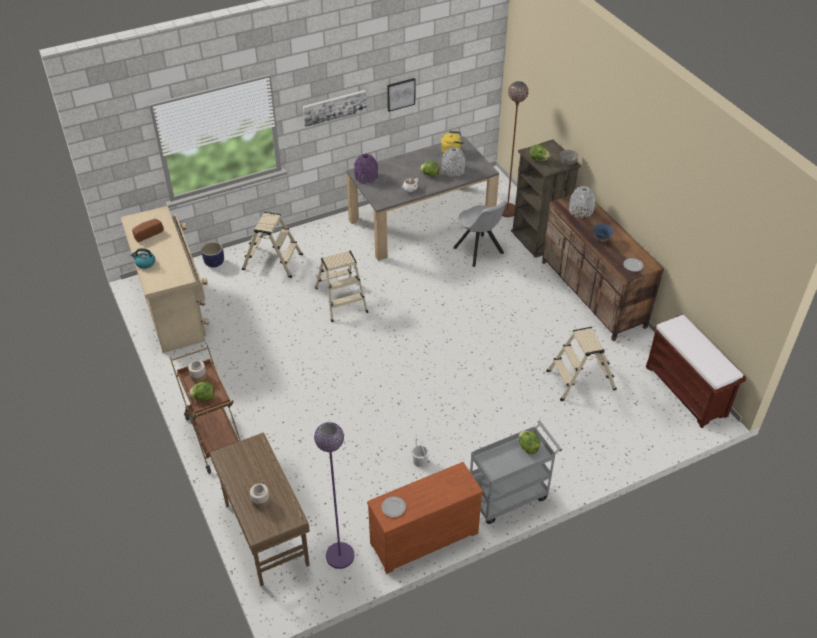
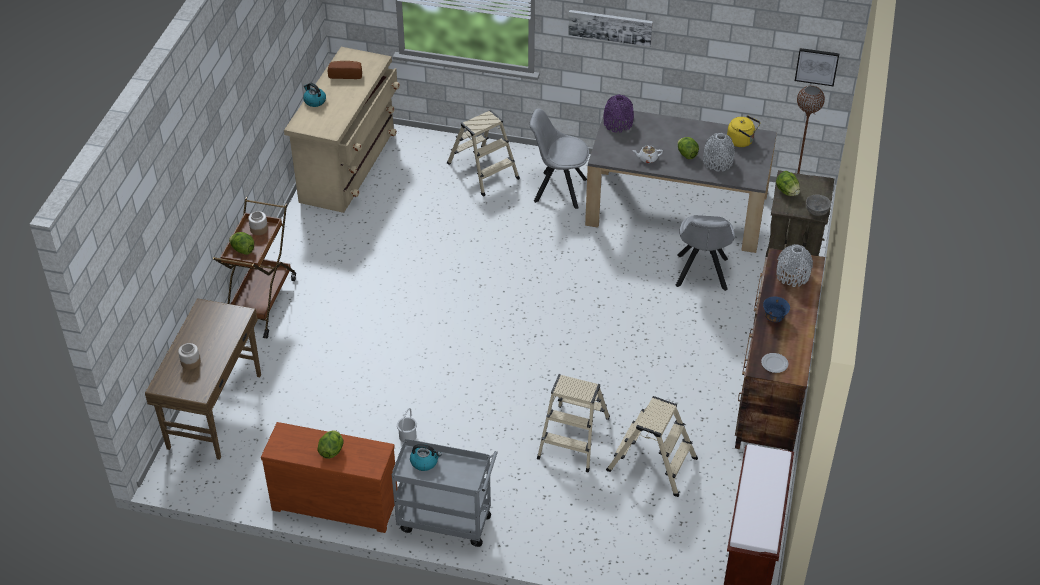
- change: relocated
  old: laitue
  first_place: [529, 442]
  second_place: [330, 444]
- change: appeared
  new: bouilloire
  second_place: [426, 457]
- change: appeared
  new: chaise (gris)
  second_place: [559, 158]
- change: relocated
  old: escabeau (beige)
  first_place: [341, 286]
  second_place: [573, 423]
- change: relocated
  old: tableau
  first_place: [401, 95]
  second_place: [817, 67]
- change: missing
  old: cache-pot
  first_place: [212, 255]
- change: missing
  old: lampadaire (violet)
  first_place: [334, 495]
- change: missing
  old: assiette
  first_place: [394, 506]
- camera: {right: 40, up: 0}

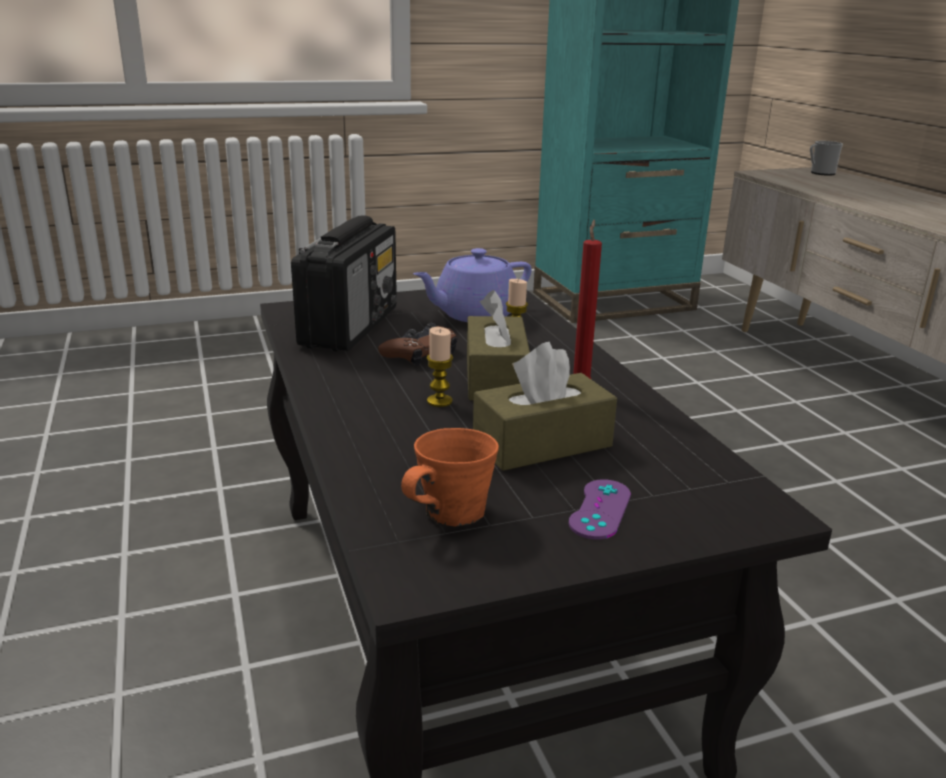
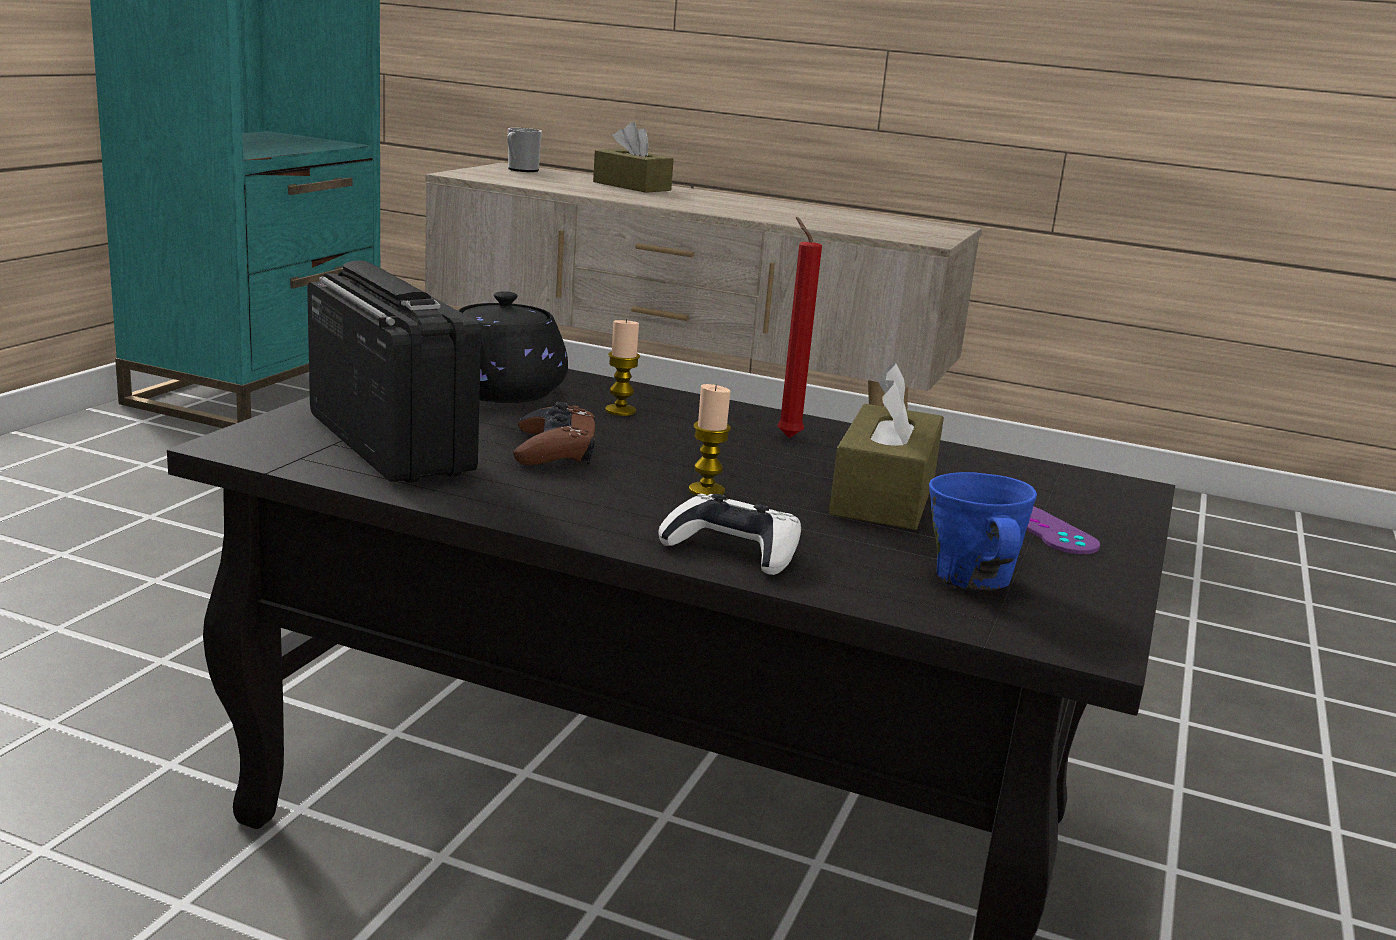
- change: colour
  old: théière (violet)
  new: théière (noir)
  first_place: [472, 285]
  second_place: [513, 347]
- change: relocated
  old: boîte à mouchoirs (marron)
  first_place: [498, 345]
  second_place: [633, 157]
- change: appeared
  new: manette (blanc)
  second_place: [729, 534]
- change: colour
  old: mug (orange)
  new: mug (bleu)
  first_place: [450, 477]
  second_place: [983, 531]
- camera: {right: -50, up: -5}

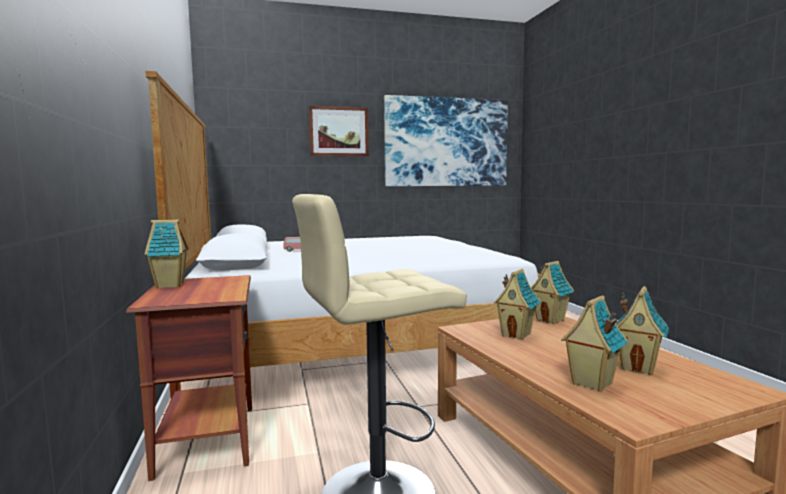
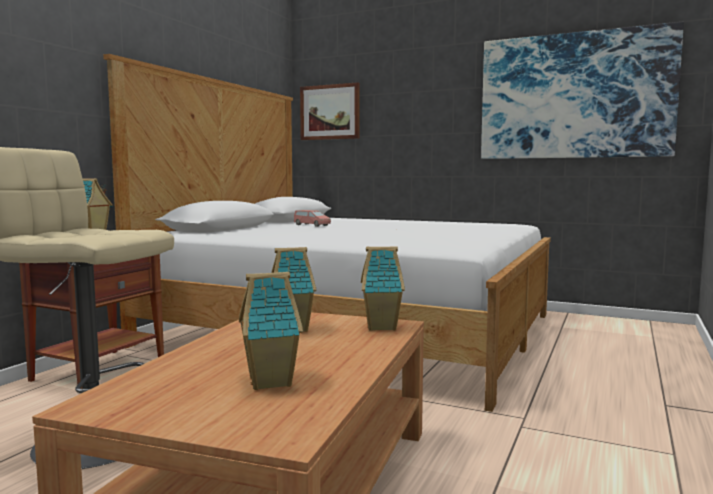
- change: relocated
  old: tableau
  first_place: [339, 131]
  second_place: [330, 111]
- change: missing
  old: maison miniature
  first_place: [594, 343]
- camera: {right: 40, up: 0}

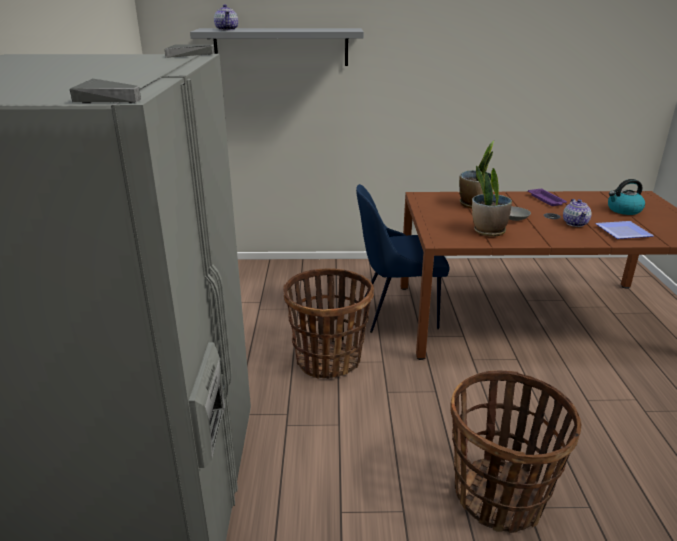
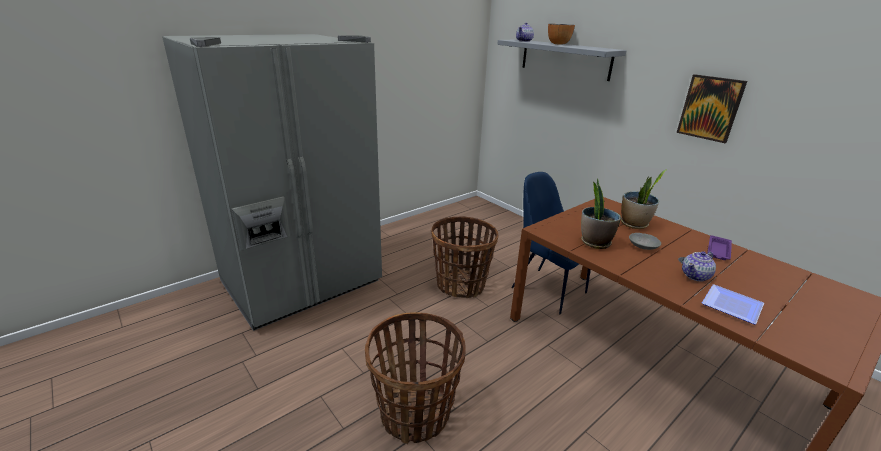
- change: appeared
  new: bol
  second_place: [561, 34]
- change: appeared
  new: tableau
  second_place: [712, 108]
- change: missing
  old: bouilloire
  first_place: [626, 197]
- camera: {right: 50, up: 0}

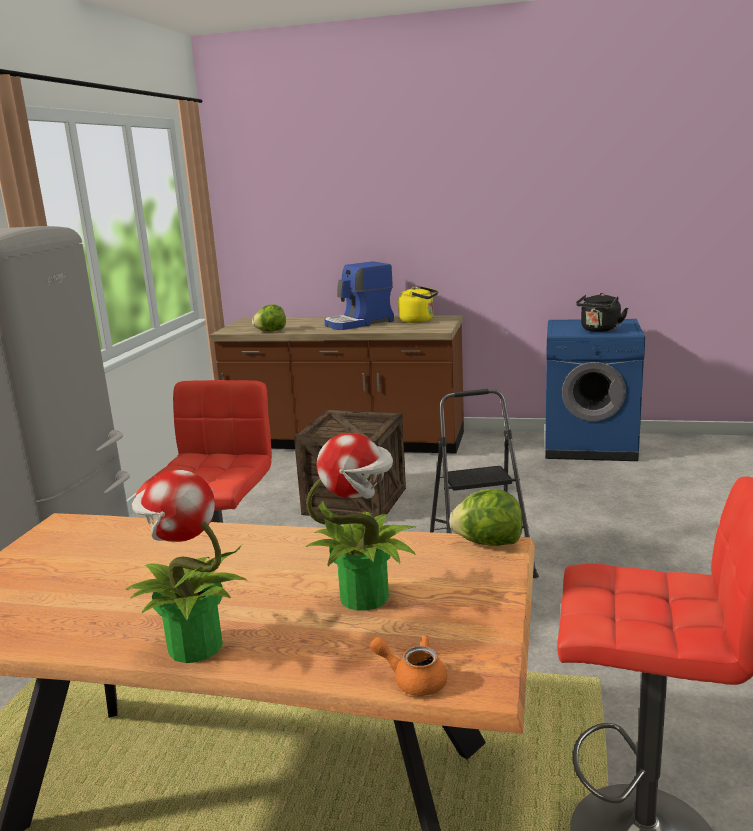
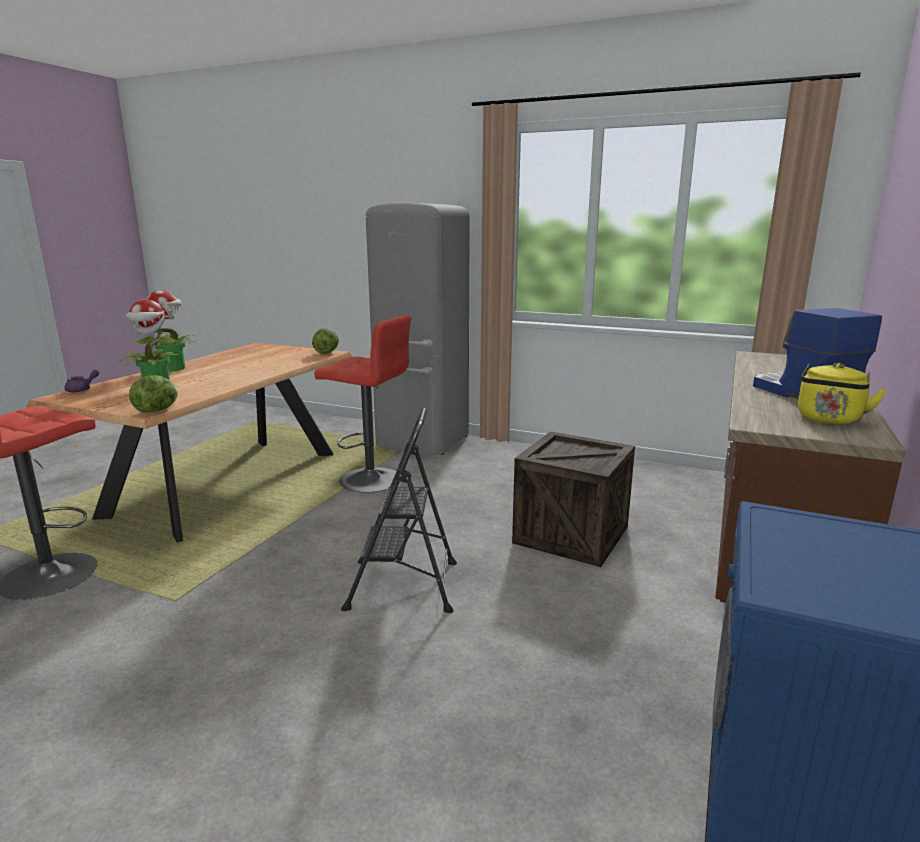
- change: colour
  old: théière (orange)
  new: théière (violet)
  first_place: [408, 665]
  second_place: [82, 381]
- change: relocated
  old: laitue
  first_place: [269, 317]
  second_place: [325, 341]
- change: missing
  old: bouilloire (noir)
  first_place: [602, 312]
- camera: {right: 100, up: 0}

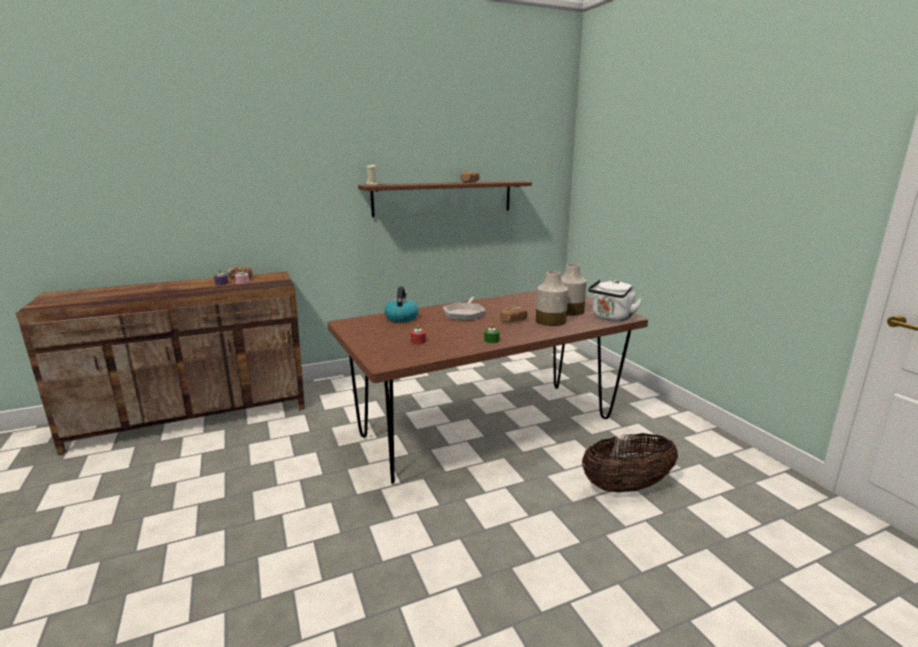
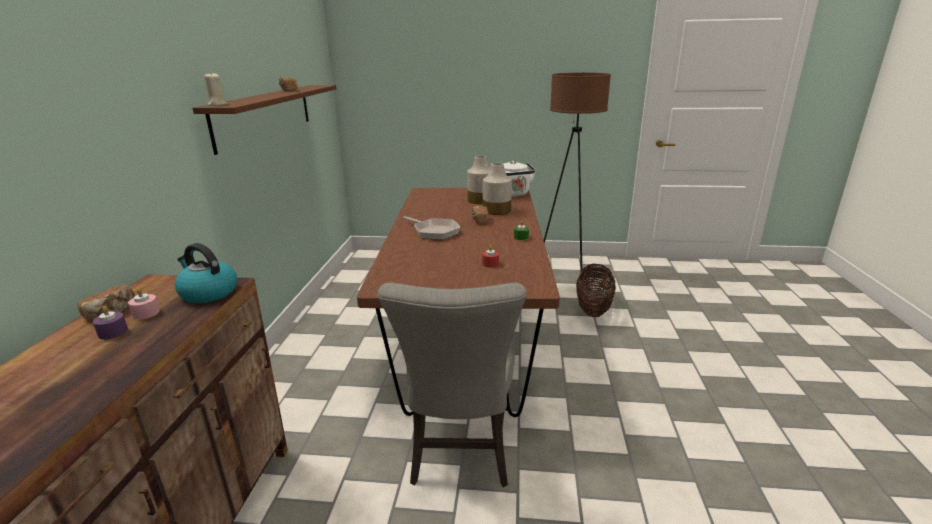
- change: relocated
  old: bouilloire
  first_place: [402, 304]
  second_place: [206, 273]
- change: appeared
  new: chaise (gris)
  second_place: [452, 384]
- change: appeared
  new: lampadaire (marron)
  second_place: [577, 173]
- camera: {right: -60, up: 5}

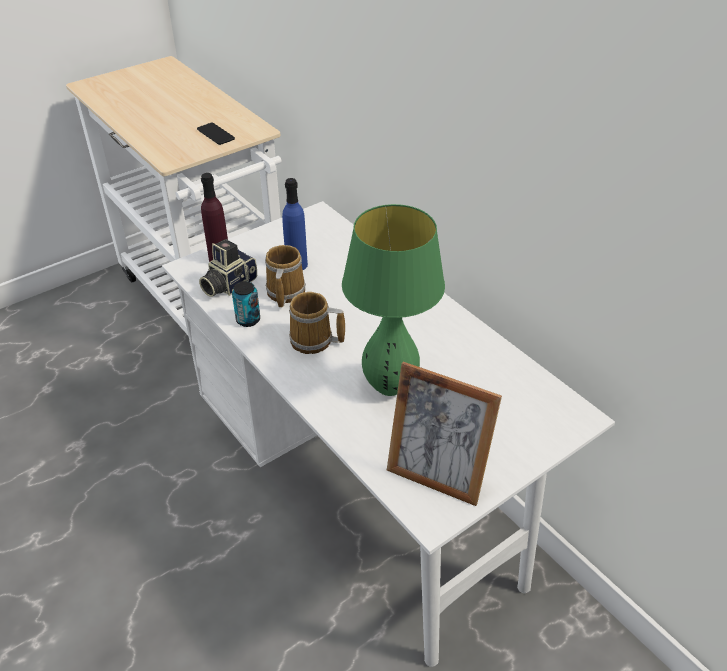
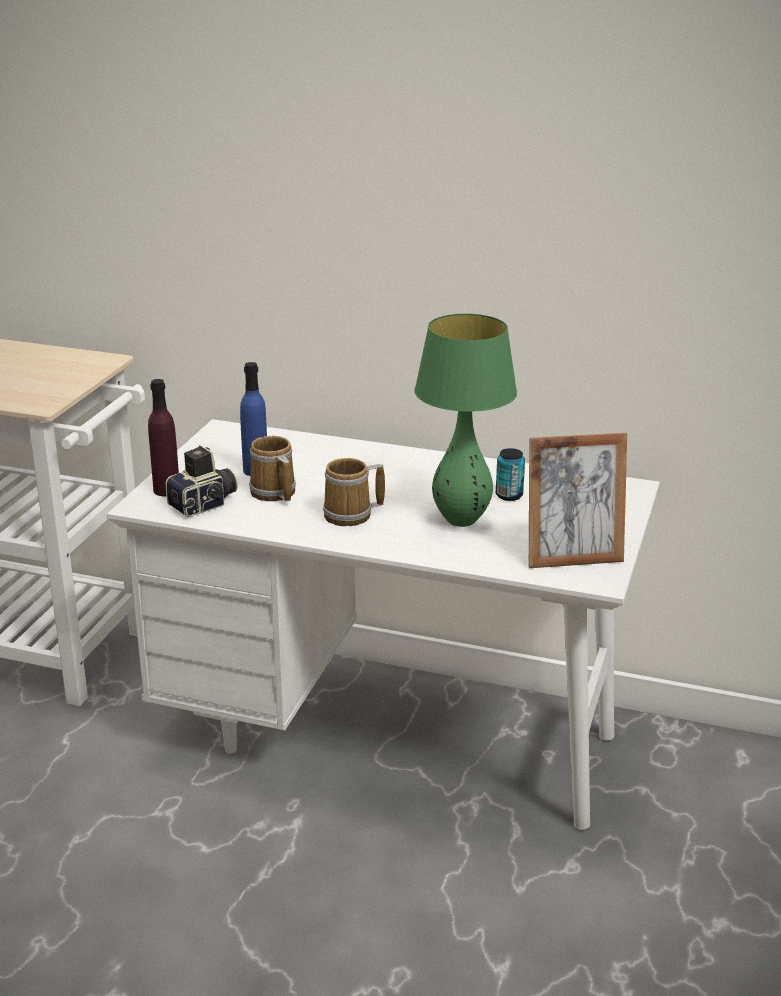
- change: spun
  old: appareil photo
  first_place: [228, 268]
  second_place: [202, 481]
  degrees: -135
- change: relocated
  old: boîte métallique
  first_place: [246, 304]
  second_place: [510, 474]
- change: missing
  old: téléphone
  first_place: [216, 134]
- camera: {right: -35, up: -15}

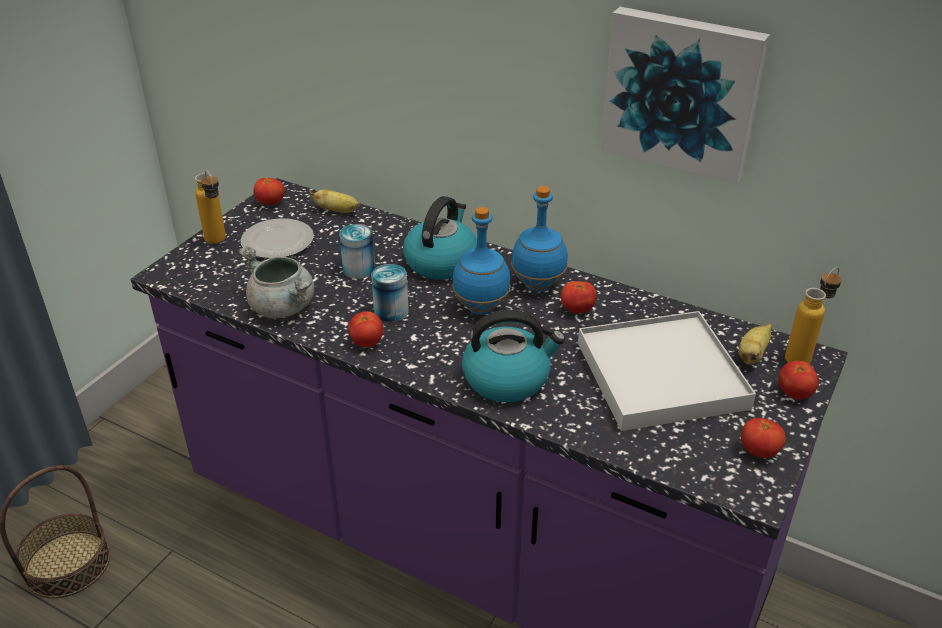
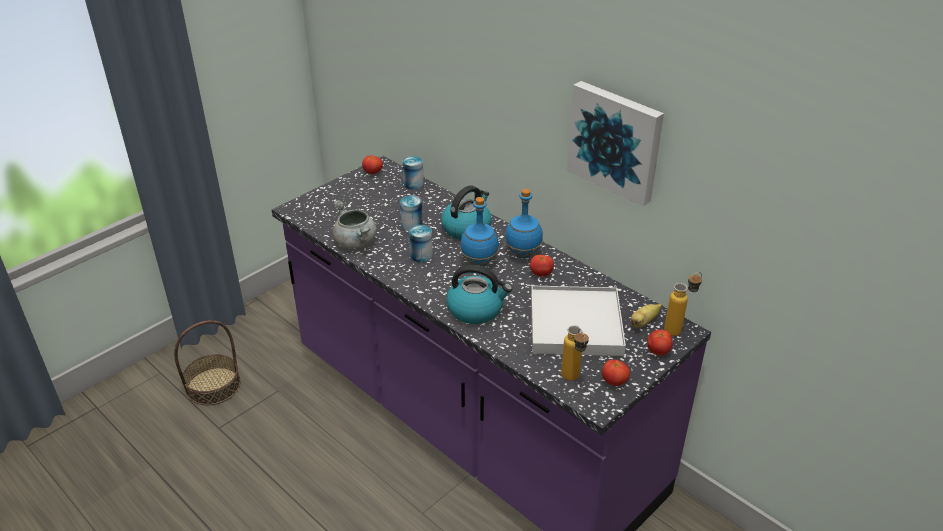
- change: exchanged
  old: banane
  new: boîte métallique
  first_place: [334, 201]
  second_place: [413, 173]
- change: relocated
  old: bouteille
  first_place: [210, 207]
  second_place: [575, 353]
- change: missing
  old: assiette
  first_place: [277, 238]
- change: missing
  old: tomate
  first_place: [366, 329]
- camera: {right: 15, up: 0}

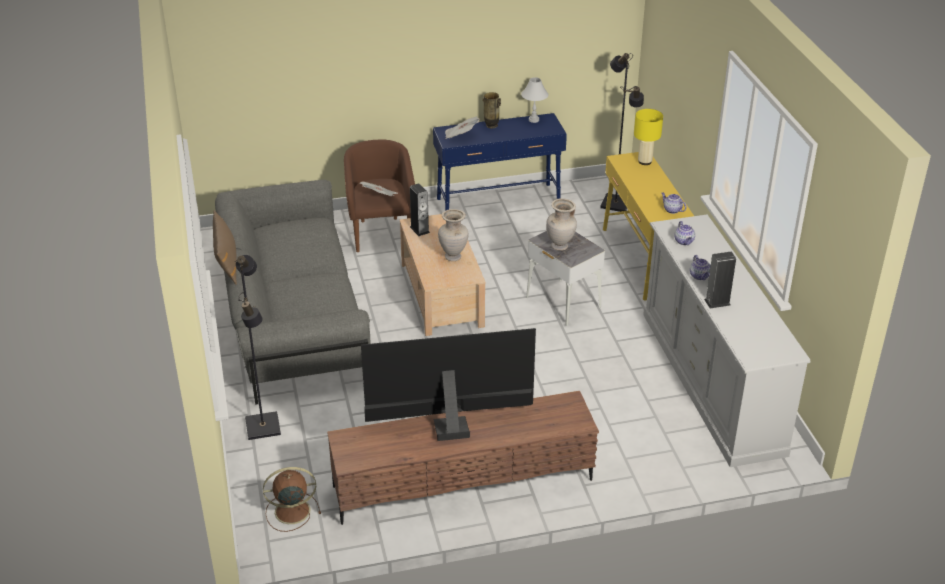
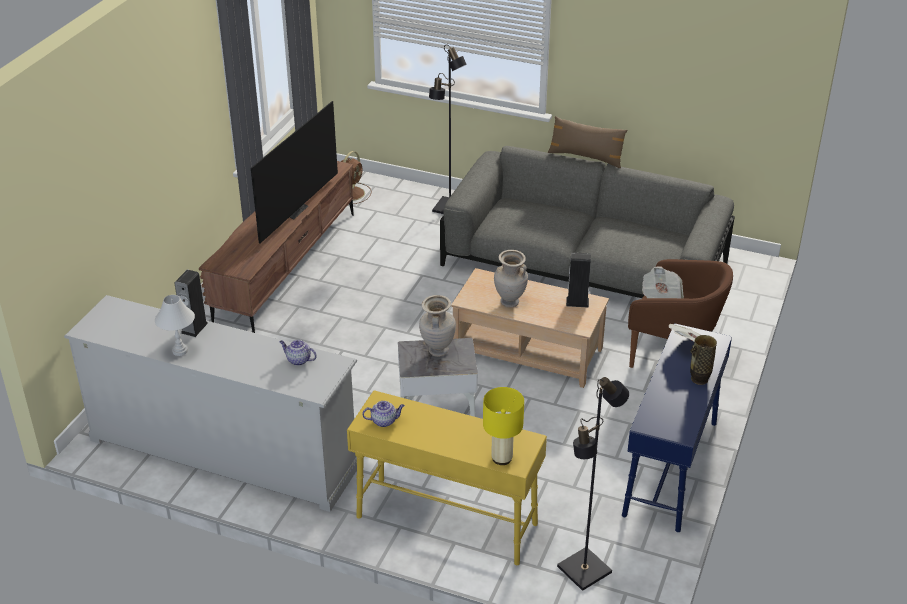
- change: relocated
  old: lampe de table (blanc)
  first_place: [534, 100]
  second_place: [175, 325]
- change: missing
  old: théière
  first_place: [700, 267]
- camera: {right: 125, up: 0}

